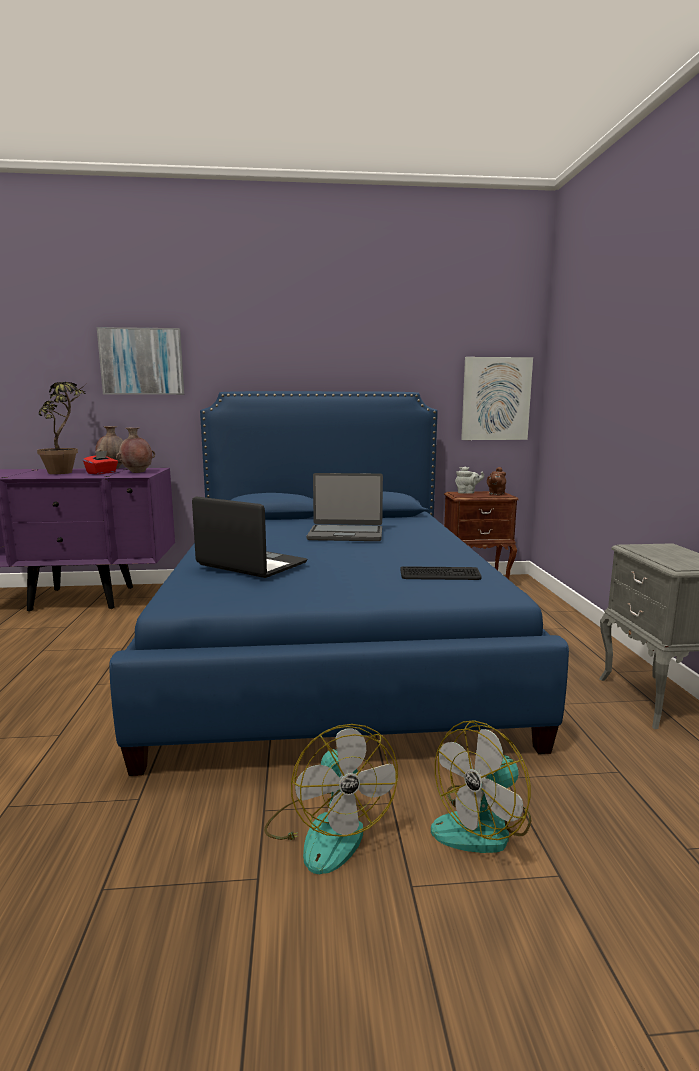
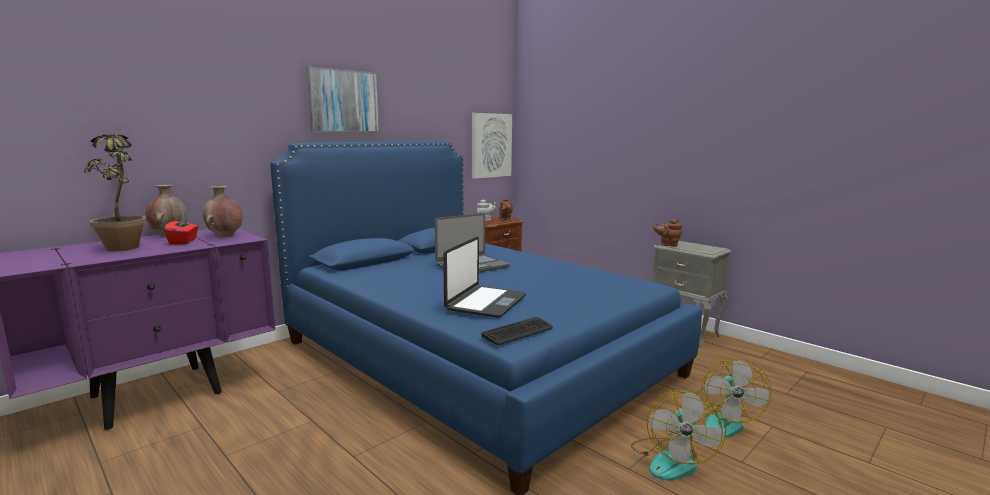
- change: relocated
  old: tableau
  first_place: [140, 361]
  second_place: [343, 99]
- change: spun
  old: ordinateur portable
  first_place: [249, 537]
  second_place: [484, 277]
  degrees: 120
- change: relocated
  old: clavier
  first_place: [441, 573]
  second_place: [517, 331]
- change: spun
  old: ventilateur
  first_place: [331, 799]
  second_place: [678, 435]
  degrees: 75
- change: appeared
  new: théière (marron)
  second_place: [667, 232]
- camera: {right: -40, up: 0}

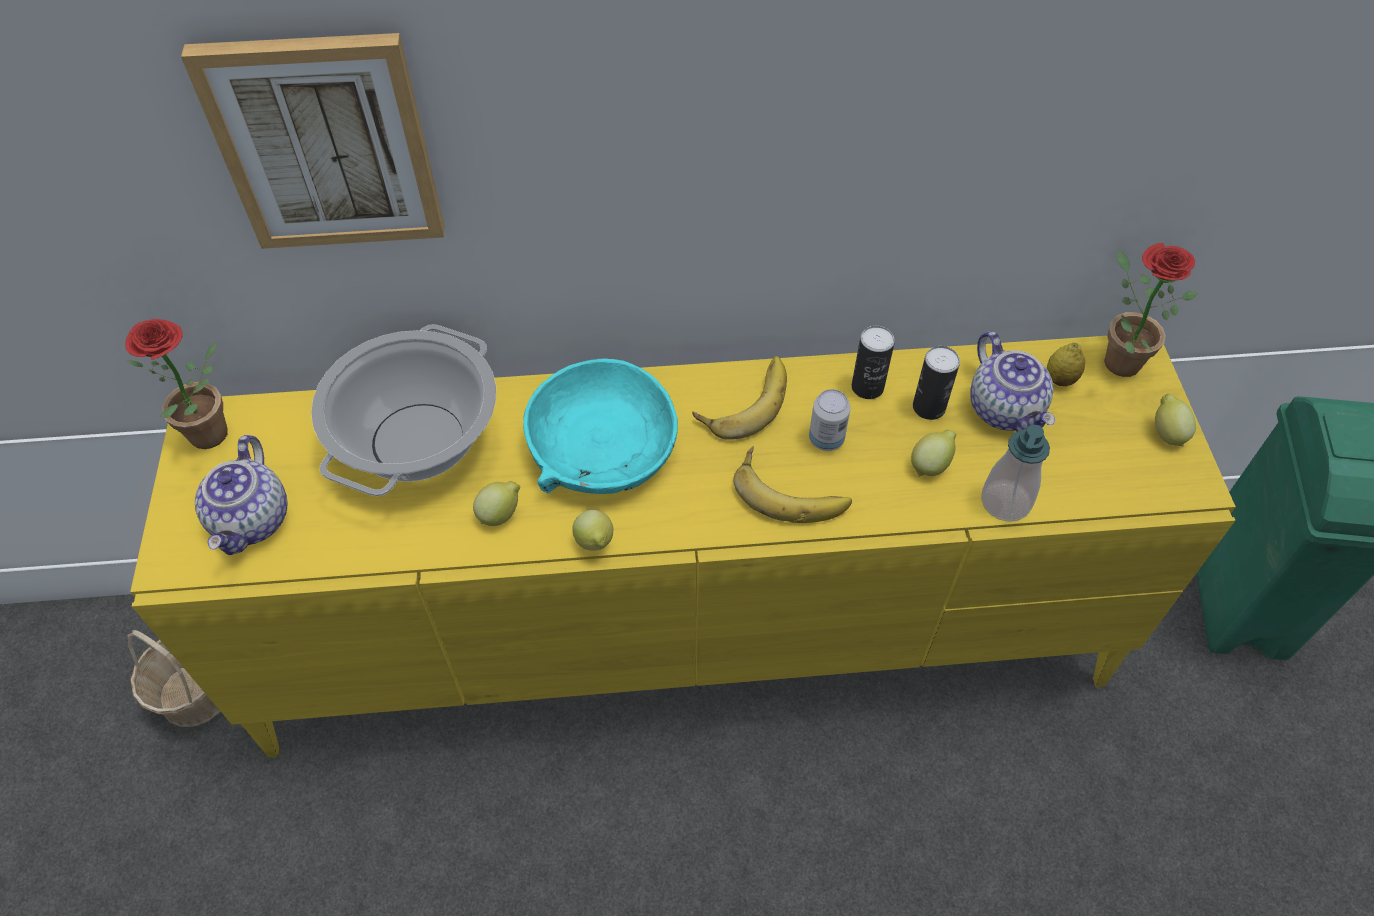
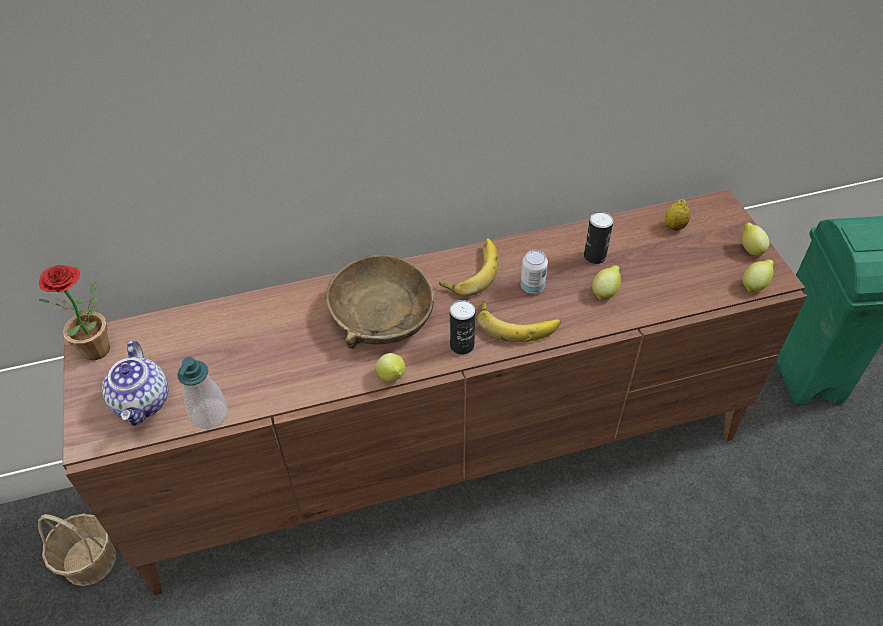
- change: colour
  old: meuble de rangement (jaune)
  new: meuble de rangement (marron)
  first_place: [683, 546]
  second_place: [434, 392]
- change: relocated
  old: distributeur de savon
  first_place: [1015, 473]
  second_place: [202, 393]
- change: colour
  old: bol (turquoise)
  new: bol (marron)
  first_place: [600, 426]
  second_place: [379, 301]
- change: relocated
  old: boîte métallique
  first_place: [873, 362]
  second_place: [462, 327]
- change: relocated
  old: citron
  first_place: [496, 503]
  second_place: [758, 275]
- change: missing
  old: tableau
  first_place: [313, 141]
- change: missing
  old: marmite
  first_place: [403, 410]
- change: missing
  old: théière
  first_place: [1012, 381]
- change: missing
  old: plante en pot
  first_place: [1151, 310]
- camera: {right: -10, up: -5}

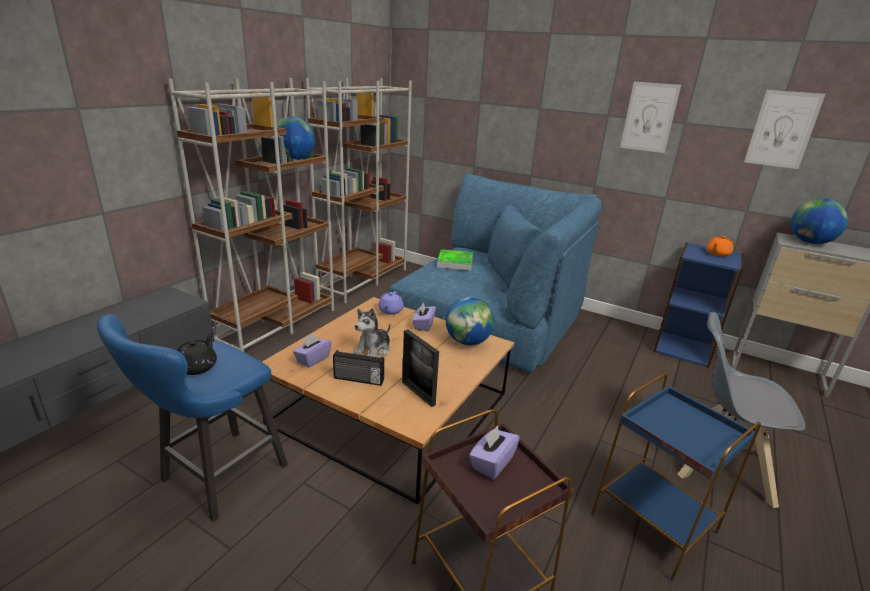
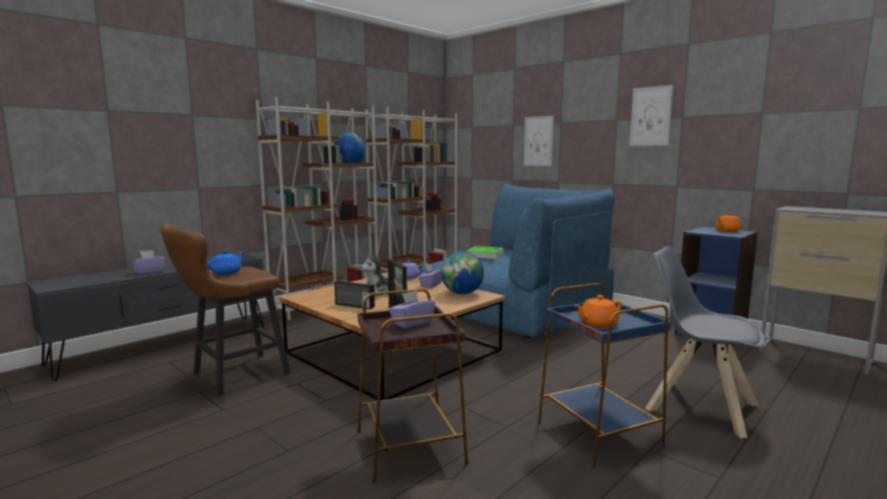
- change: relocated
  old: boîte à mouchoirs (violet)
  first_place: [312, 351]
  second_place: [148, 262]
- change: colour
  old: tabouret (bleu)
  new: tabouret (marron)
  first_place: [192, 418]
  second_place: [225, 309]
- change: colour
  old: théière (noir)
  new: théière (bleu)
  first_place: [197, 353]
  second_place: [225, 263]
- change: relocated
  old: tableau
  first_place: [785, 129]
  second_place: [539, 141]
- change: appeared
  new: théière (orange)
  second_place: [598, 311]
- change: missing
  old: globe
  first_place: [819, 221]
- camera: {right: 15, up: -15}

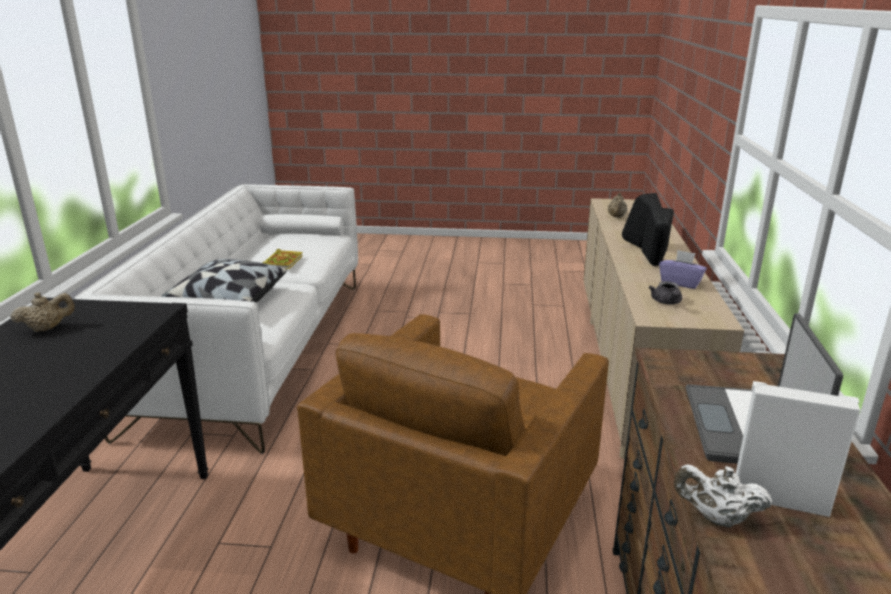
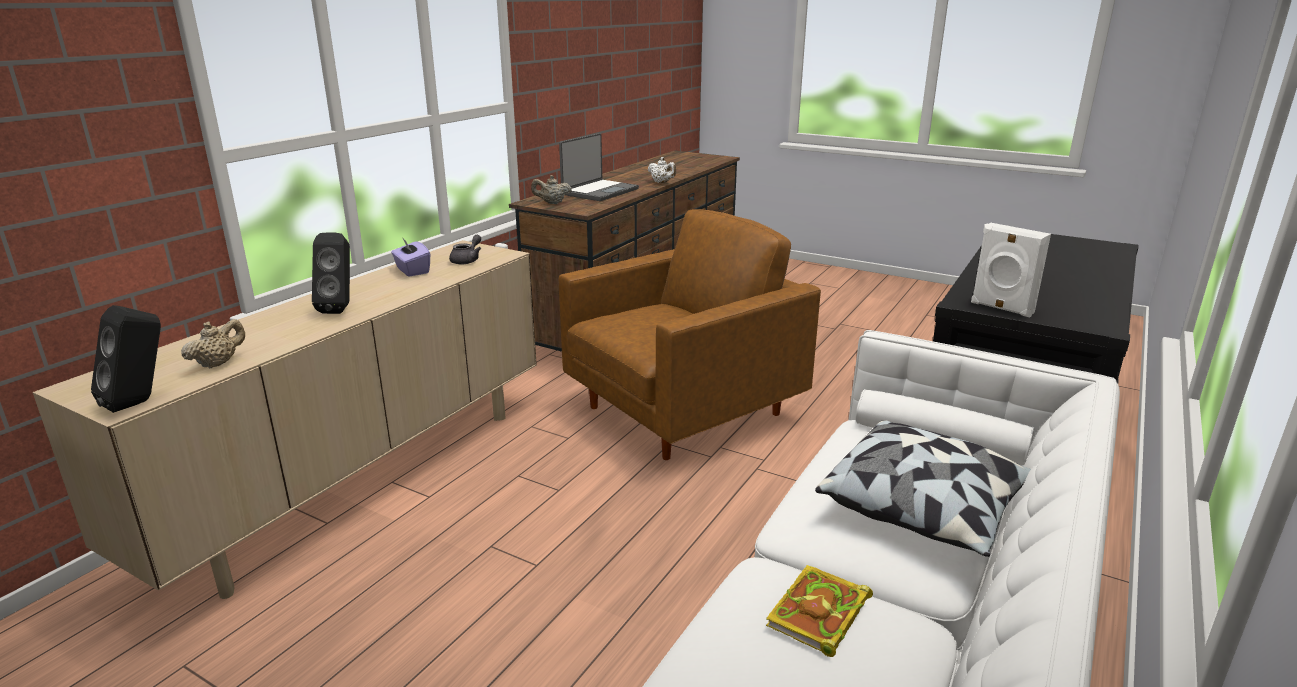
- change: relocated
  old: enceinte (noir)
  first_place: [657, 237]
  second_place: [126, 359]
- change: relocated
  old: théière (beige)
  first_place: [42, 312]
  second_place: [551, 189]
- change: relocated
  old: enceinte (blanc)
  first_place: [797, 449]
  second_place: [1011, 270]
- camera: {right: -155, up: 0}

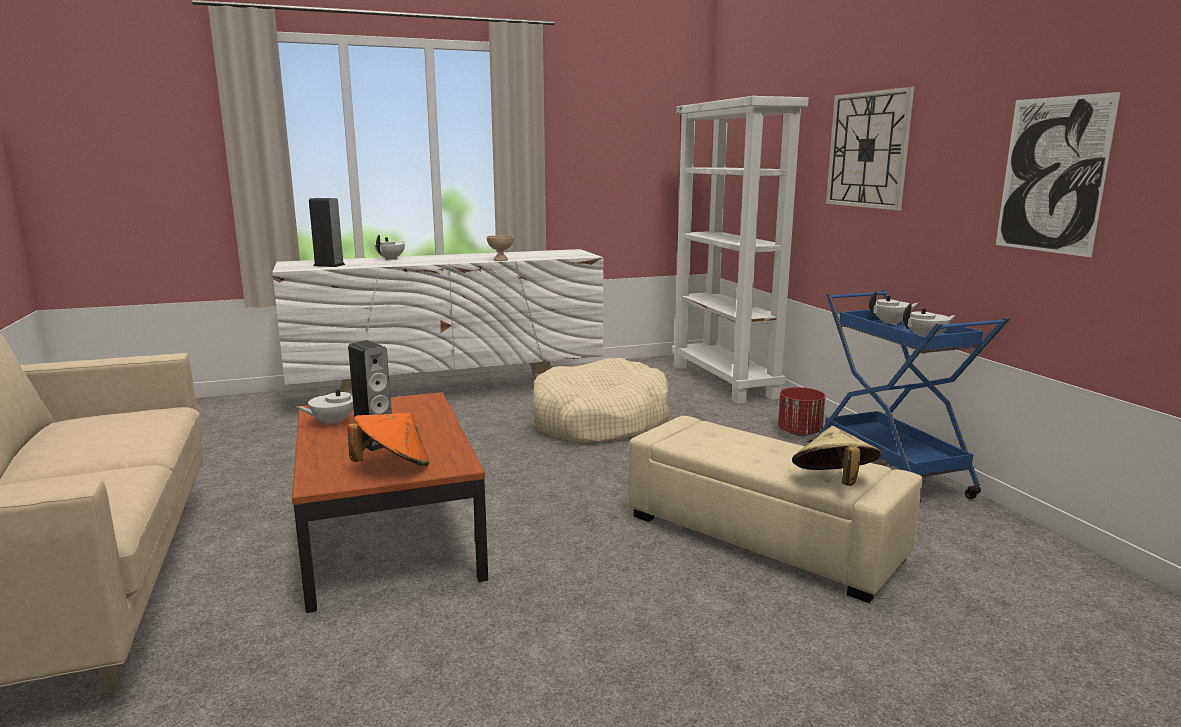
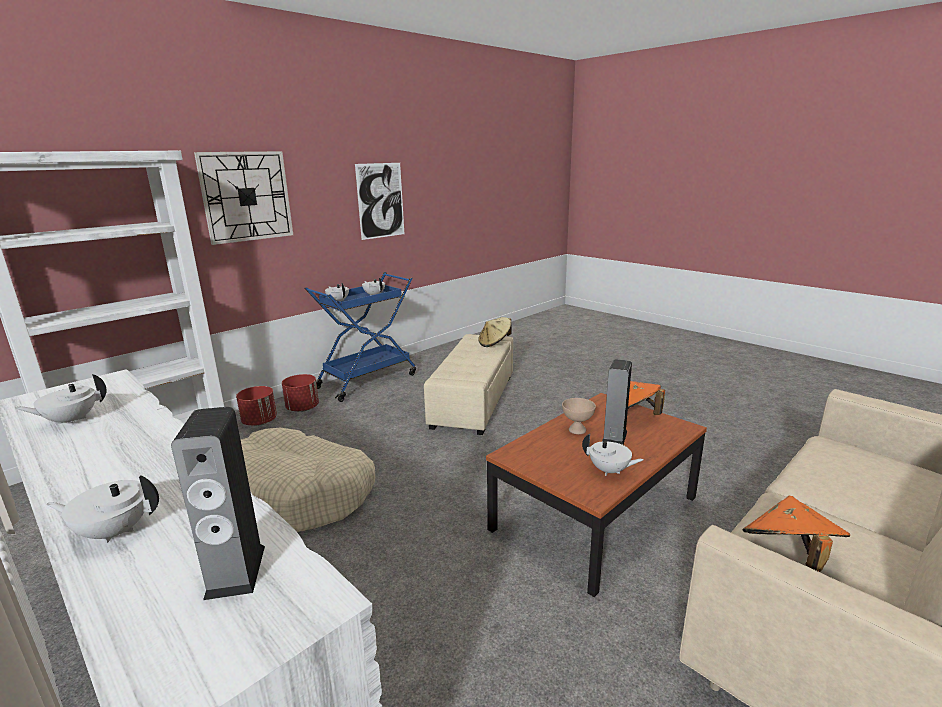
- change: appeared
  new: théière (blanc)
  second_place: [61, 399]
- change: appeared
  new: cache-pot (rouge)
  second_place: [256, 406]
- change: relocated
  old: bol (beige)
  first_place: [500, 248]
  second_place: [579, 416]
- change: appeared
  new: chapeau (orange)
  second_place: [796, 534]
- camera: {right: -115, up: 5}

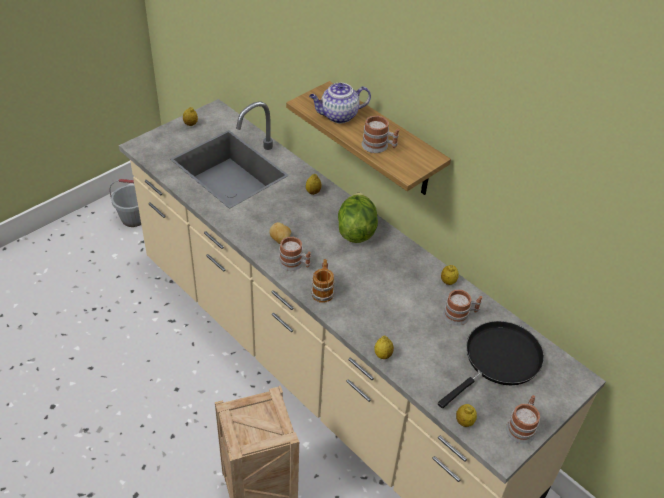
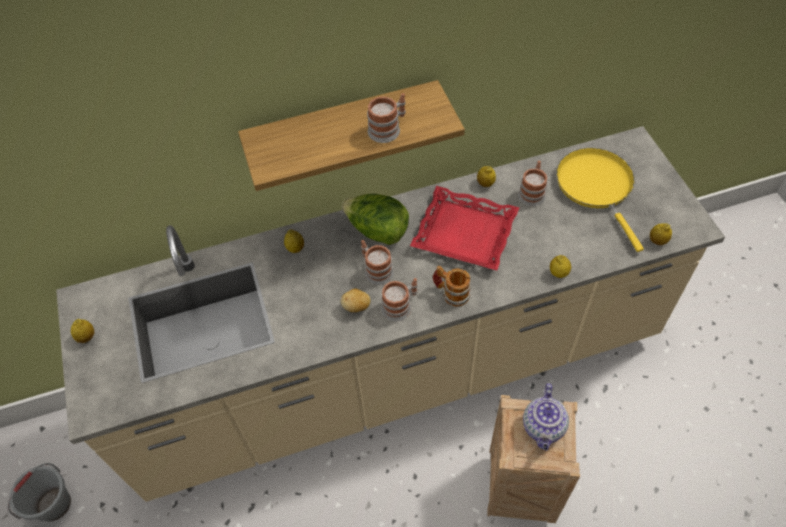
- change: relocated
  old: mug
  first_place: [523, 419]
  second_place: [377, 262]
- change: appeared
  new: plateau (rouge)
  second_place: [464, 228]
- change: relocated
  old: théière
  first_place: [340, 103]
  second_place: [546, 417]
- change: colour
  old: poêle (noir)
  new: poêle (jaune)
  first_place: [491, 364]
  second_place: [600, 200]
- camera: {right: -60, up: 10}

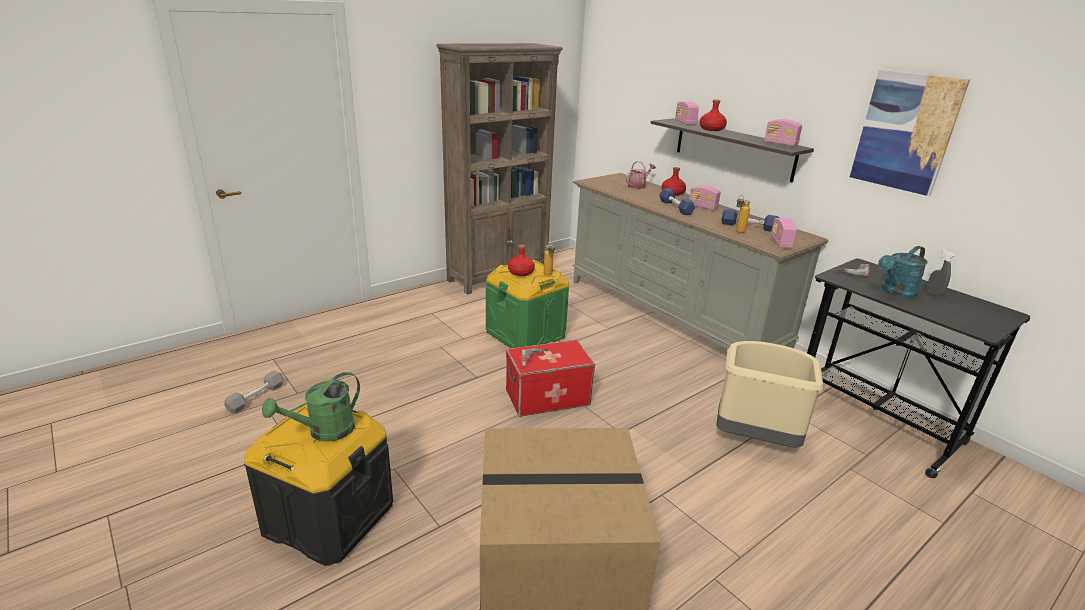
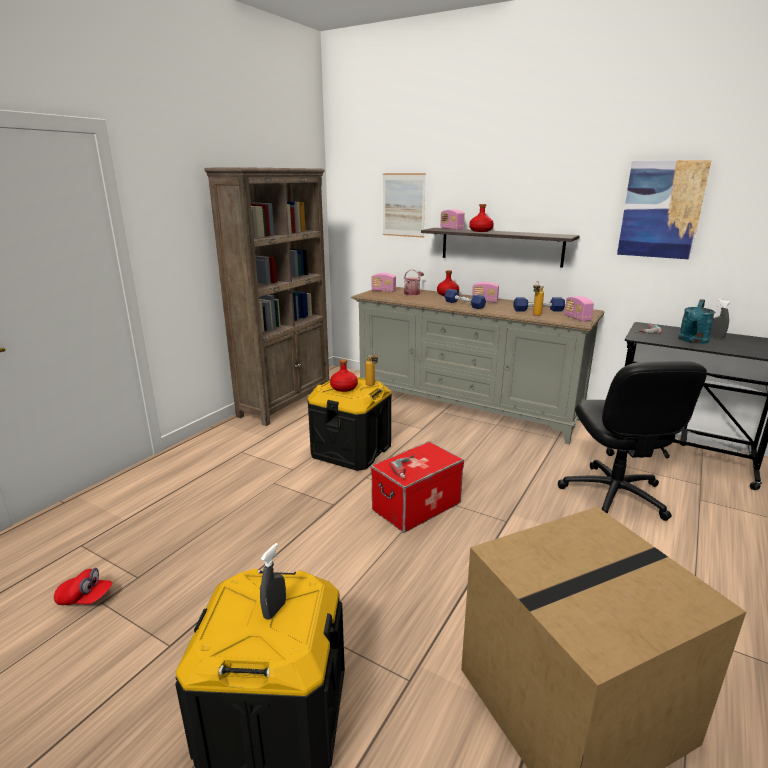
- change: exchanged
  old: haltère (gris)
  new: casquette (rouge)
  first_place: [254, 392]
  second_place: [83, 586]
- change: exchanged
  old: arrosoir (vert)
  new: vaporisateur (gris)
  first_place: [311, 407]
  second_place: [273, 581]
- change: colour
  old: boîte de rangement (vert)
  new: boîte de rangement (noir)
  first_place: [527, 304]
  second_place: [349, 424]
- change: relocated
  old: radio
  first_place: [783, 132]
  second_place: [384, 282]
- change: appeared
  new: tableau
  second_place: [404, 205]
- change: exchanged
  old: poubelle (beige)
  new: chaise de bureau (noir)
  first_place: [770, 394]
  second_place: [632, 441]
- camera: {right: -20, up: -5}

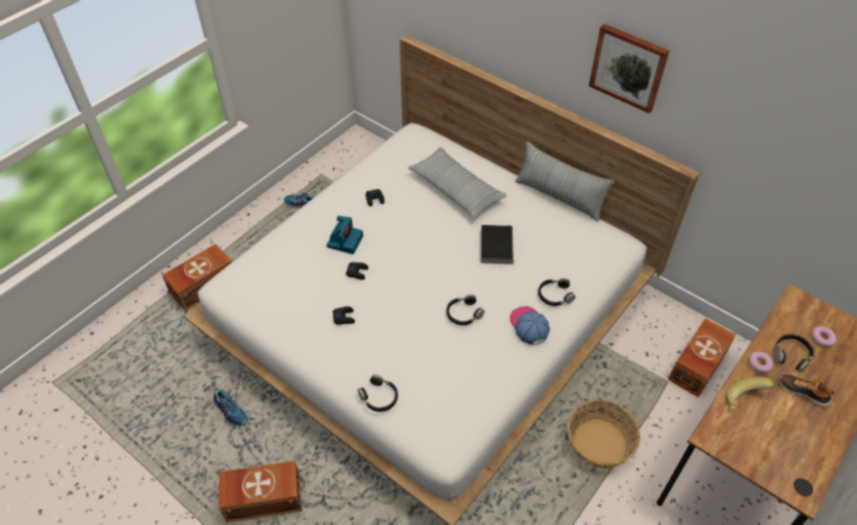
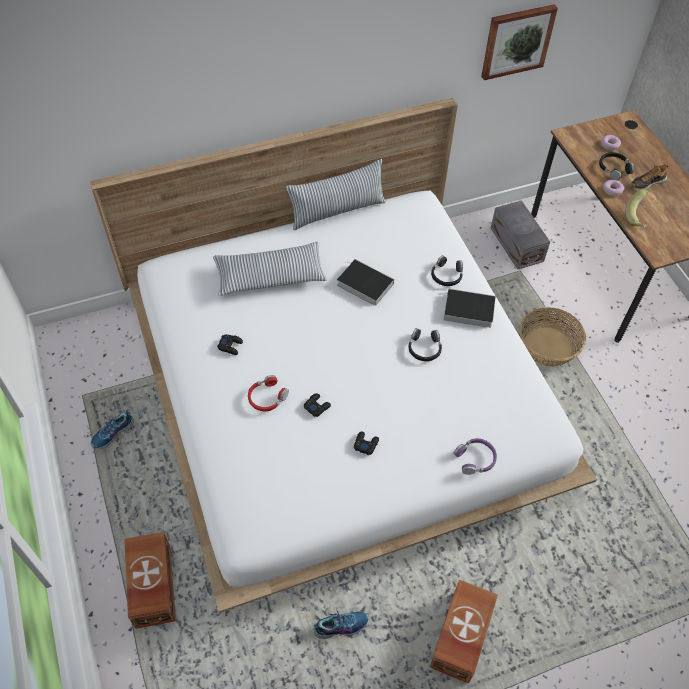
- change: exchanged
  old: appareil photo
  new: casque audio (rouge)
  first_place: [344, 235]
  second_place: [268, 393]
- change: exchanged
  old: casquette
  new: livre
  first_place: [530, 325]
  second_place: [467, 308]
- change: colour
  old: casque audio (noir)
  new: casque audio (violet)
  first_place: [378, 393]
  second_place: [475, 456]
- change: relocated
  old: tableau
  first_place: [629, 69]
  second_place: [519, 42]
- change: colour
  old: boîte de rangement (marron)
  new: boîte de rangement (gris)
  first_place: [702, 357]
  second_place: [520, 235]
- camera: {right: -60, up: 5}

